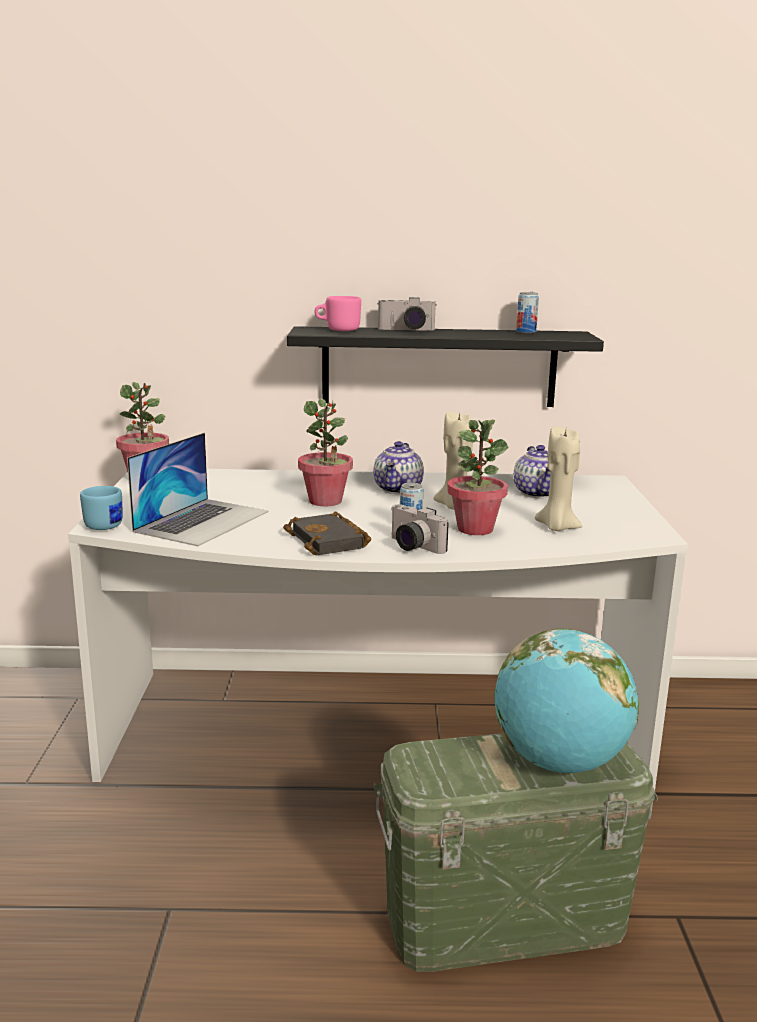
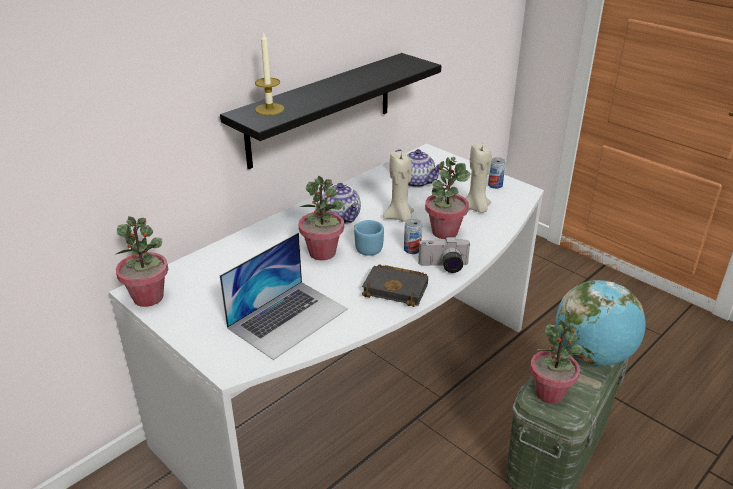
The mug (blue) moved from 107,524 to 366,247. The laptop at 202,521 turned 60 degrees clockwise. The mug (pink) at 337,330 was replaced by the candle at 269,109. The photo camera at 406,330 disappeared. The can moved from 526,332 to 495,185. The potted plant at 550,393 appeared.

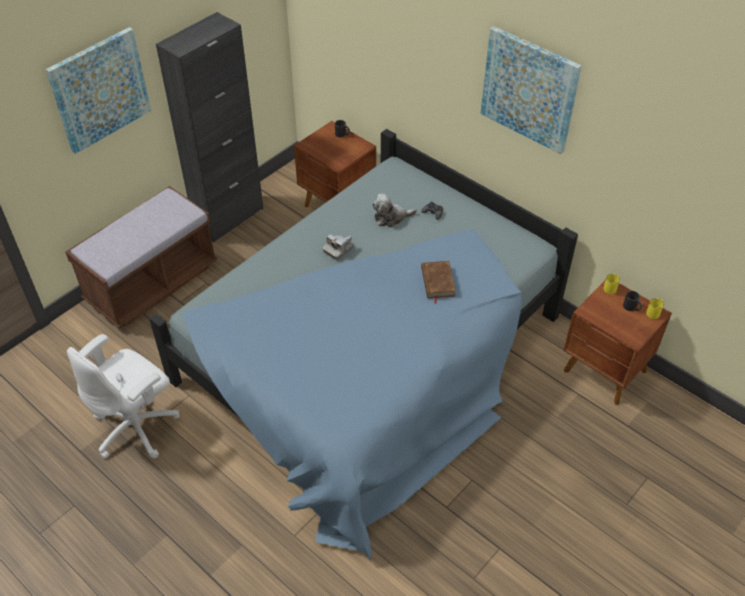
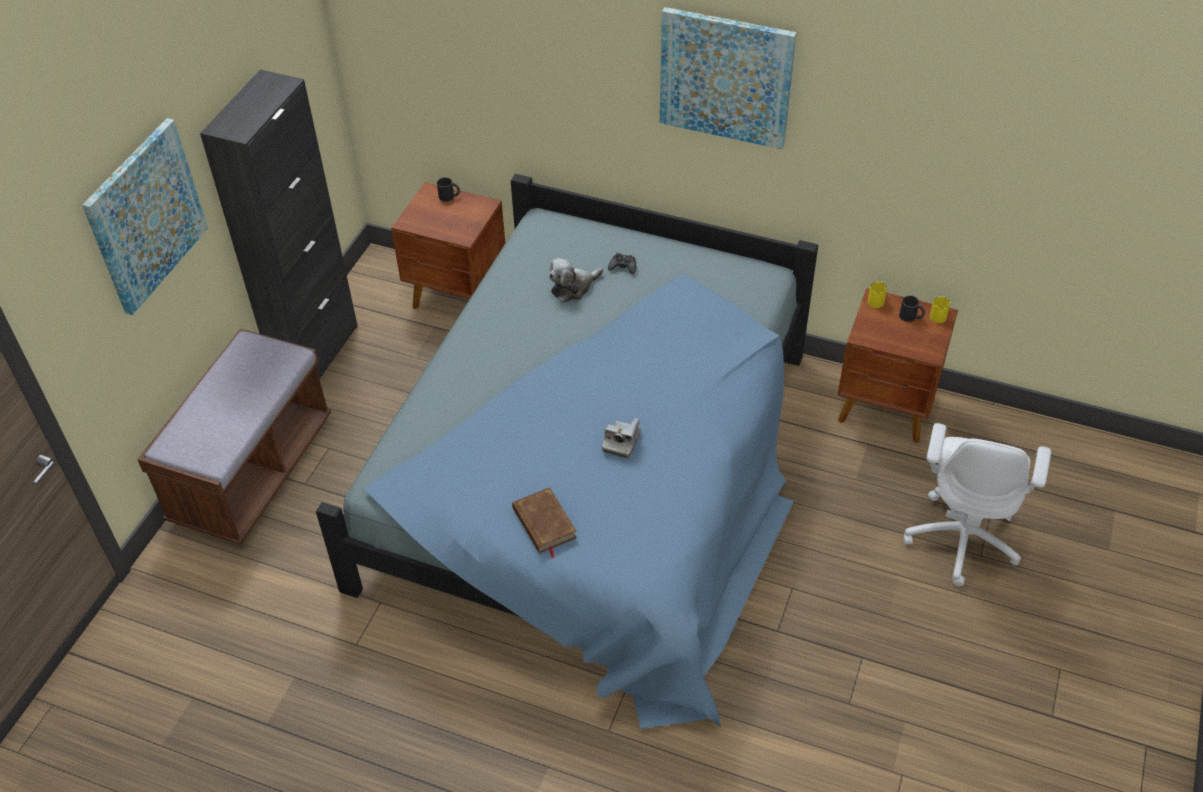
The office chair (white) moved from 137,426 to 962,537. The photo camera moved from 338,249 to 621,442. The book (brown) moved from 437,282 to 544,524.

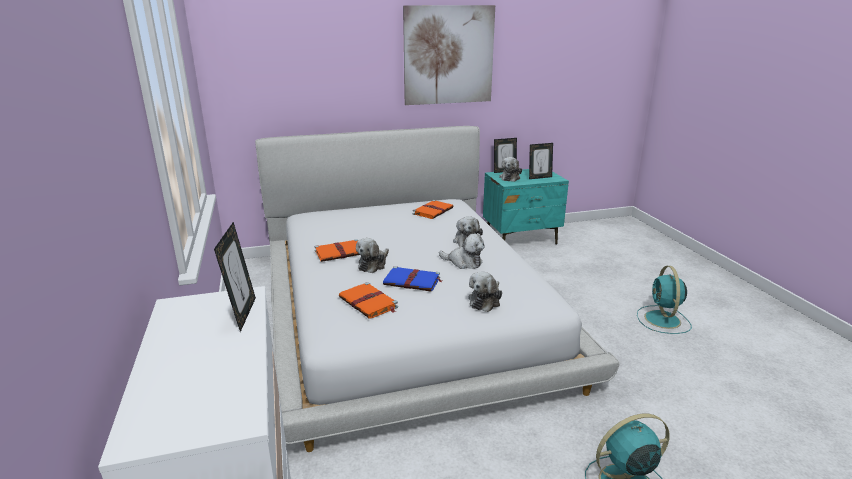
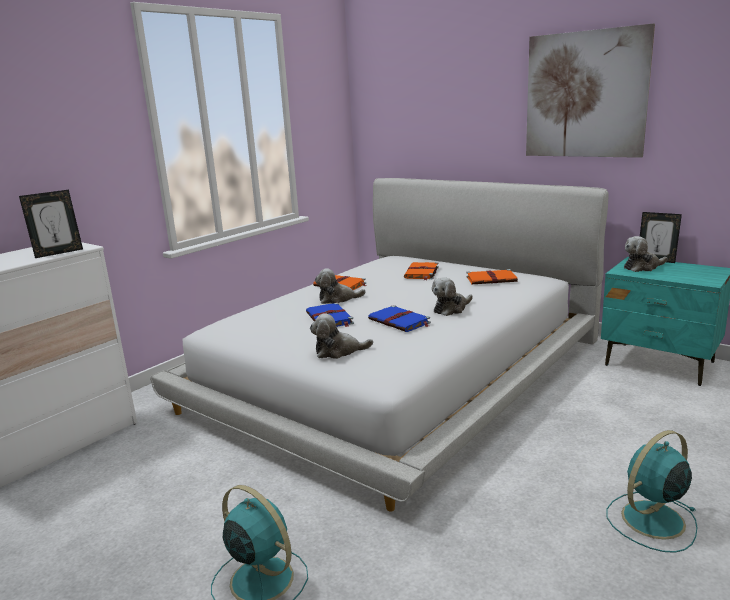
The book (orange) moved from 369,303 to 421,273. The plush toy at 463,262 was replaced by the book (blue) at 400,321. The picture frame at 539,177 disappeared.

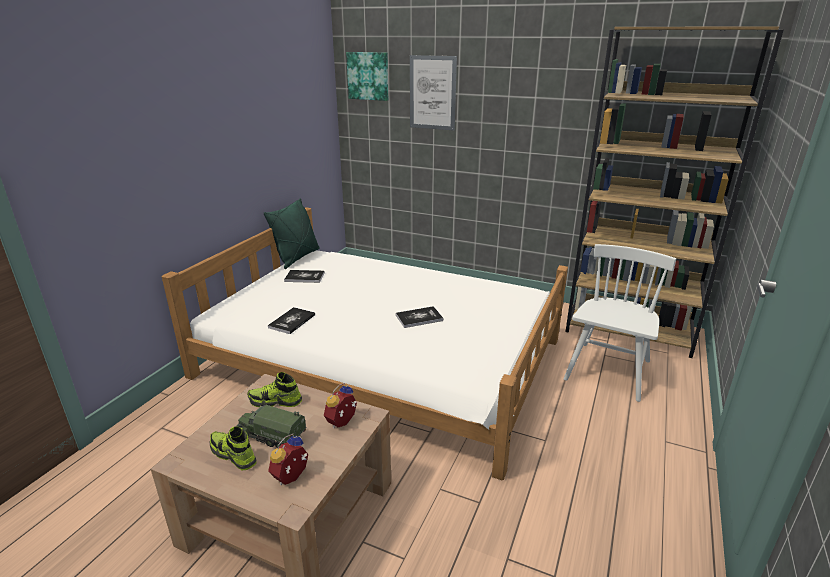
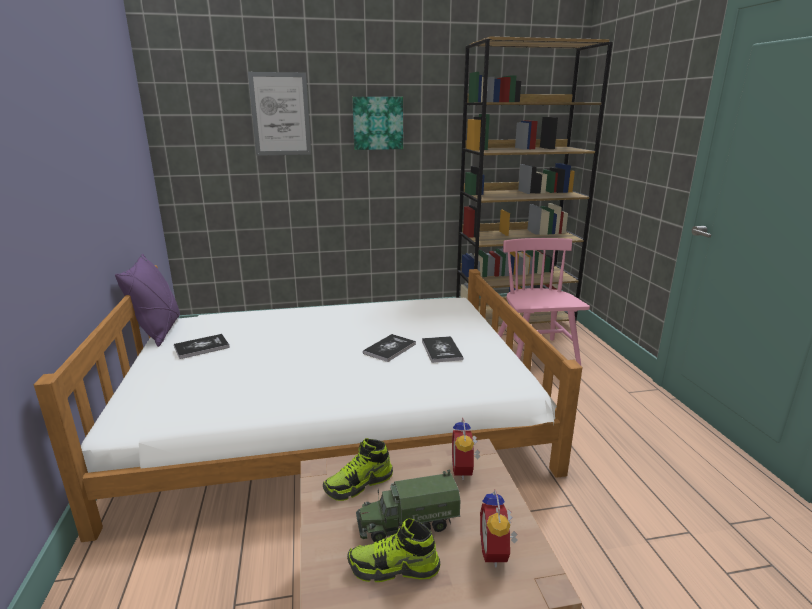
The pillow (green) at 297,258 became the pillow (purple) at 159,331. The book moved from 292,321 to 441,350. The picture moved from 368,76 to 377,123. The chair (white) at 608,371 became the chair (pink) at 535,356.

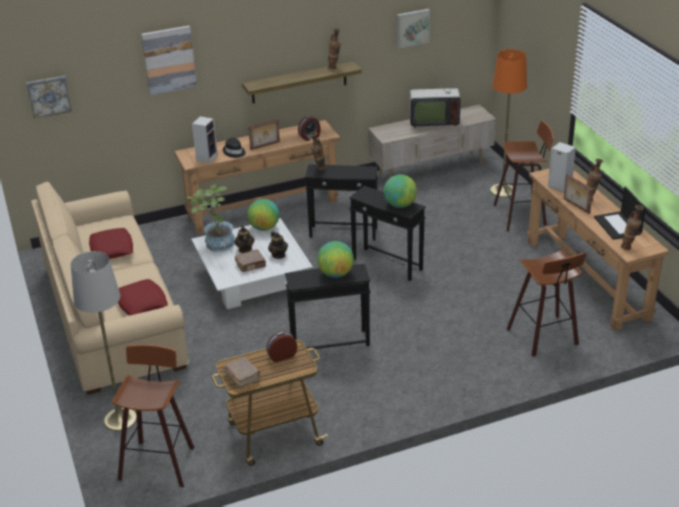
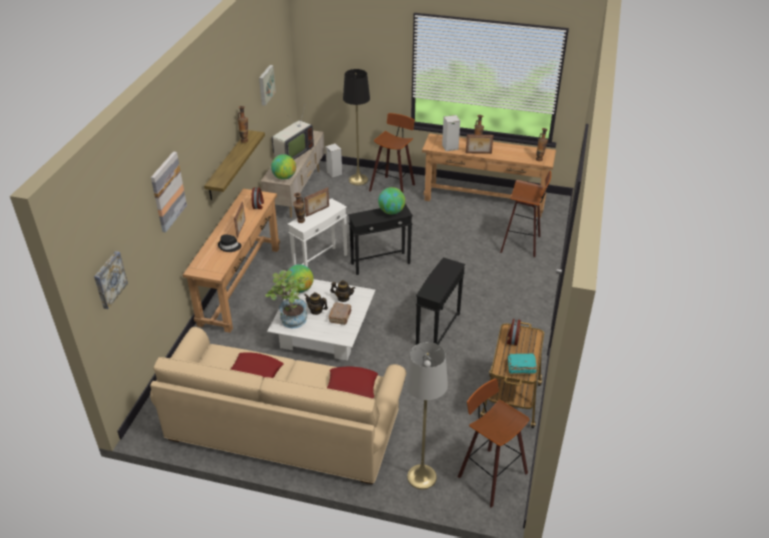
The speaker moved from 207,157 to 333,172. The book (brown) at 242,377 became the book (turquoise) at 520,367. The side table (black) at 343,233 became the side table (white) at 321,263. The globe moved from 336,274 to 284,177. The floor lamp (orange) at 502,190 became the floor lamp (black) at 358,180. The laptop at 618,226 disappeared. The picture frame at 317,211 appeared.

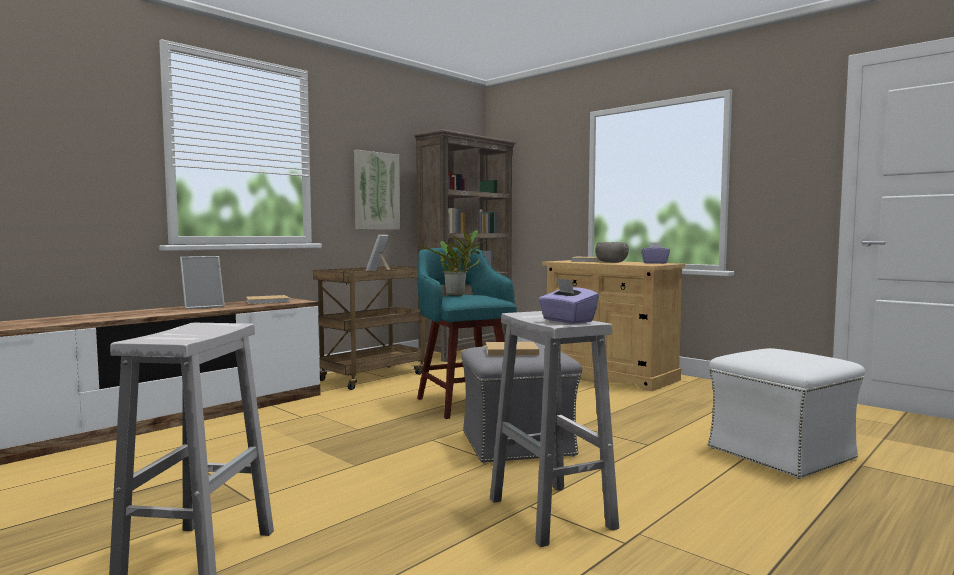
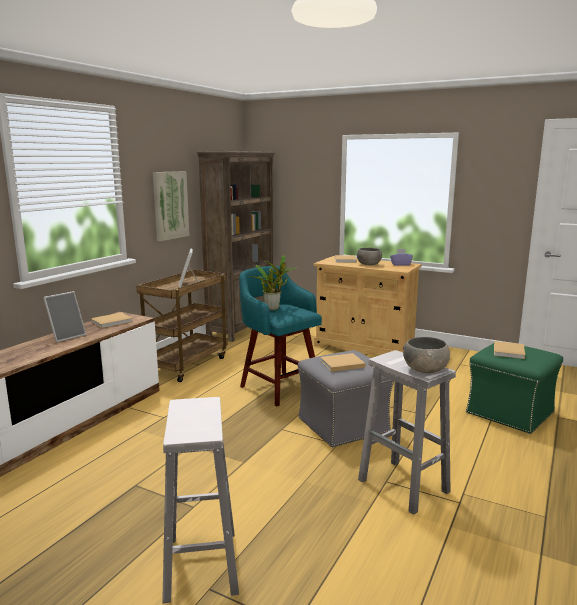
The tissue box (purple) at 567,321 was replaced by the bowl (grey) at 425,369. The ottoman (white) at 782,454 became the ottoman (green) at 510,413. The book (beige) at 508,352 appeared.

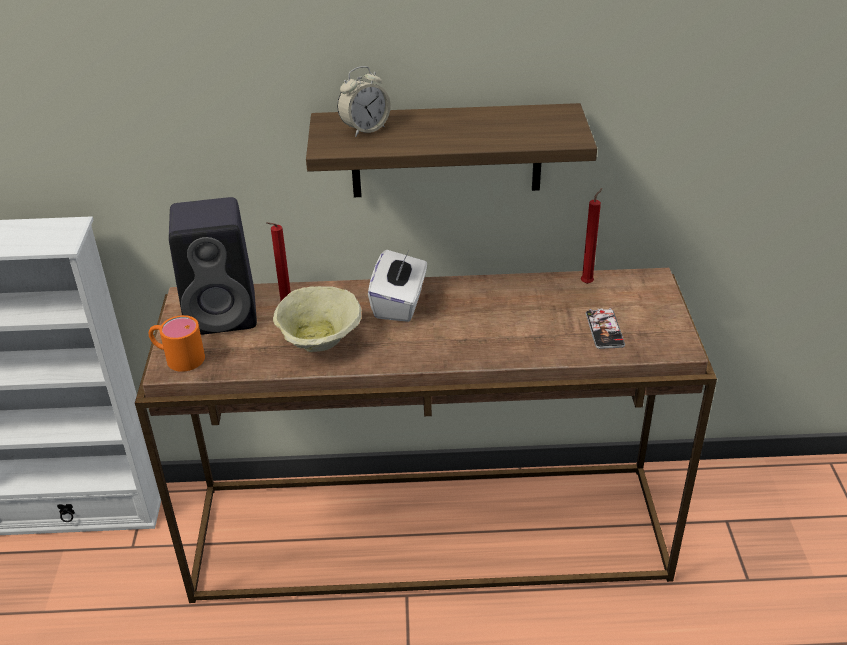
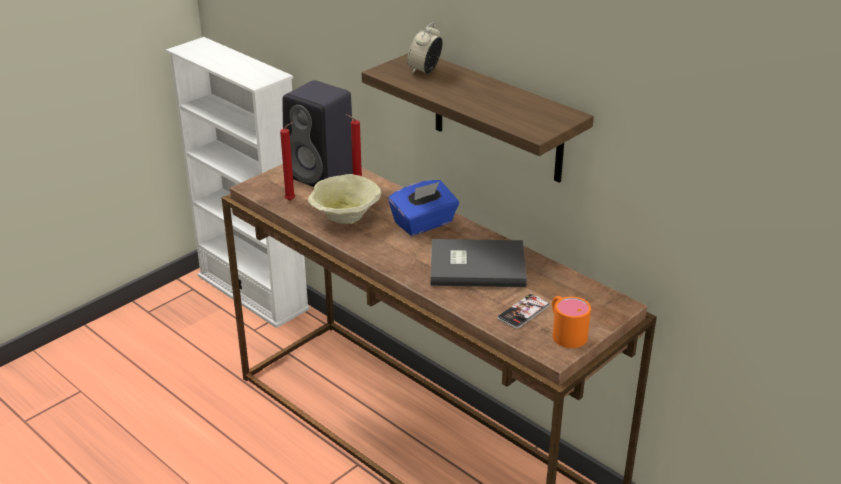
The mug (orange) moved from 177,357 to 565,332. The alarm clock at 365,129 turned 105 degrees clockwise. The tissue box (white) at 399,303 became the tissue box (blue) at 424,223. The candle (red) moved from 588,282 to 292,200. The book (grey) at 476,265 appeared.

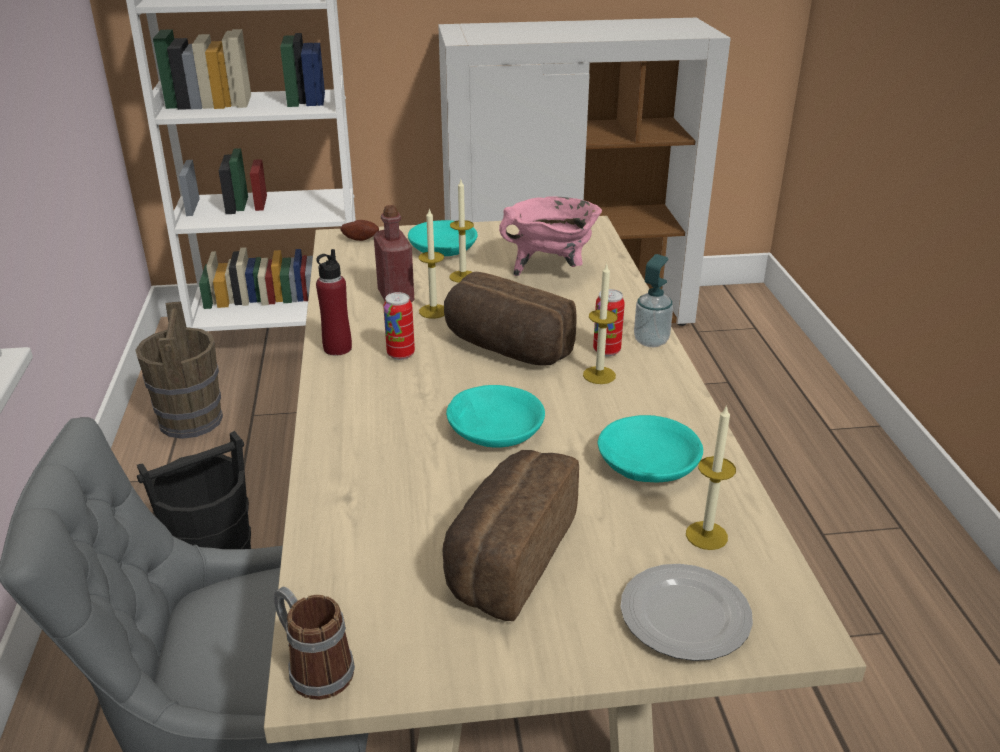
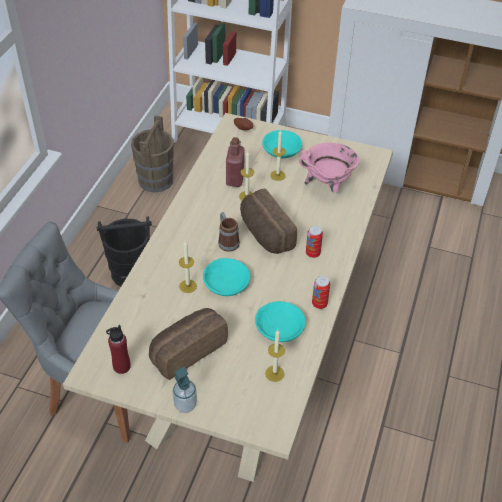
The mug moved from 313,667 to 227,241. The bottle (red) moved from 337,348 to 121,366. The can moved from 400,354 to 319,304. The candle moved from 599,375 to 188,286. The plate at 686,616 disappeared. The soap dispenser moved from 651,341 to 185,405.

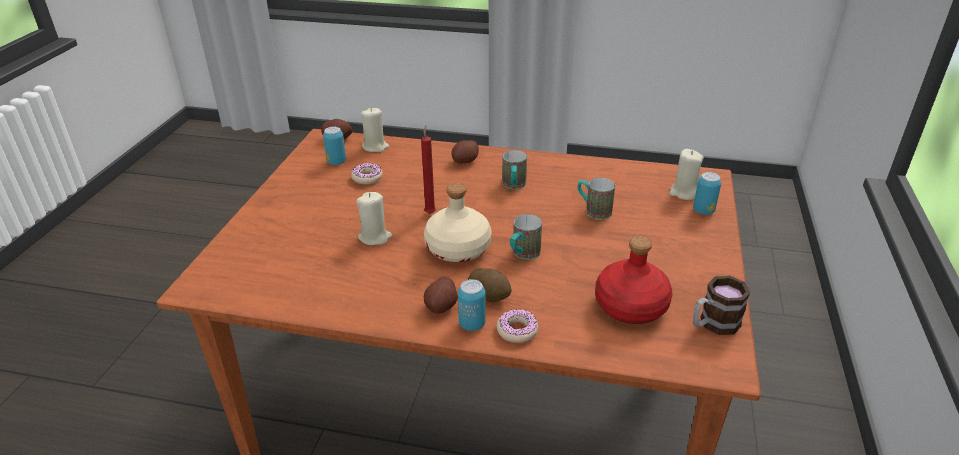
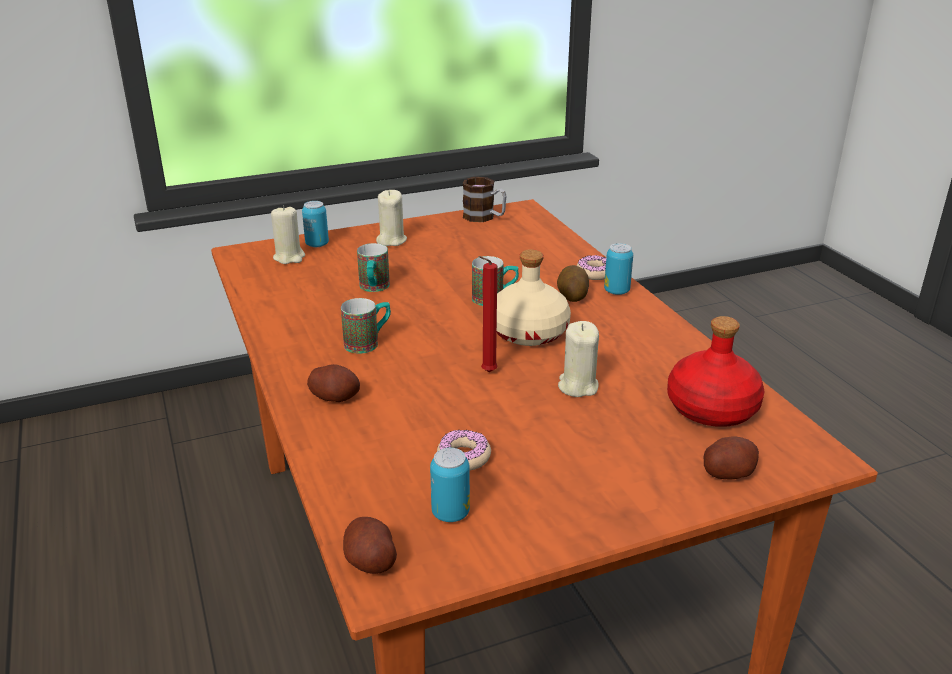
The candle (beige) moved from 375,147 to 391,240. The potato moved from 441,306 to 728,473. The bottle (red) moved from 630,306 to 712,409.

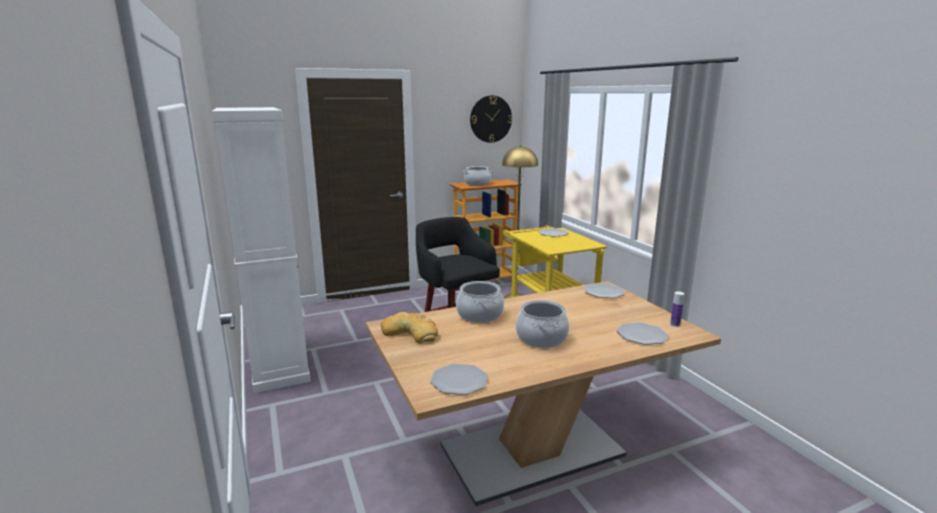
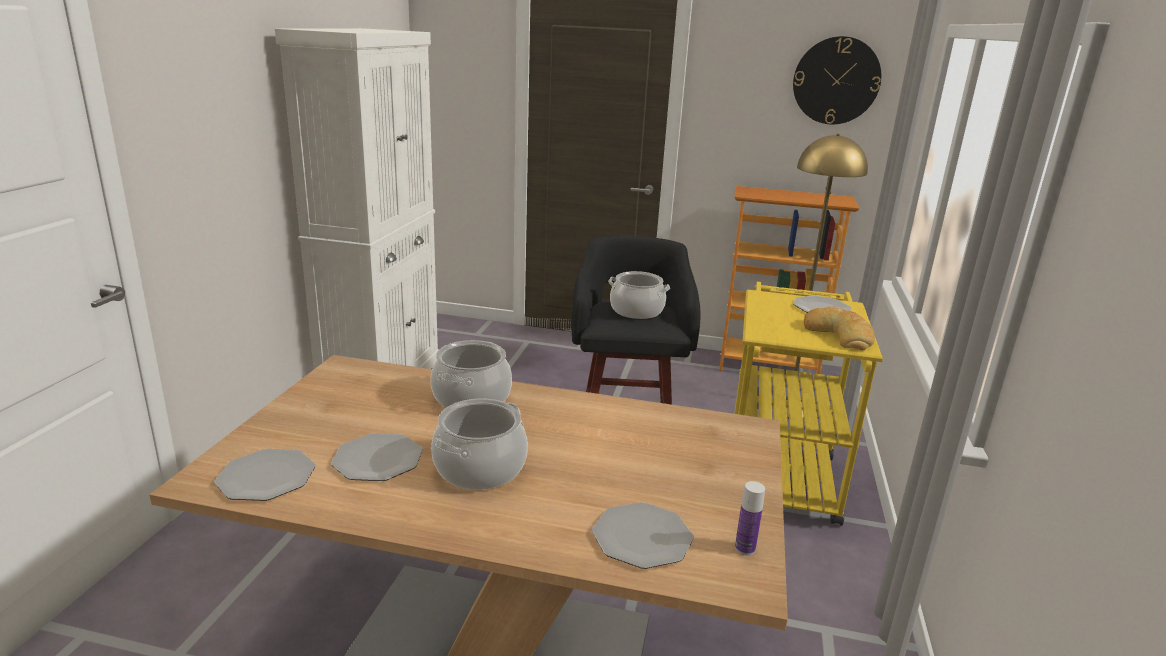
The bread moved from 410,332 to 839,334. The cooking pot moved from 477,184 to 637,310. The plate moved from 604,292 to 378,459.

